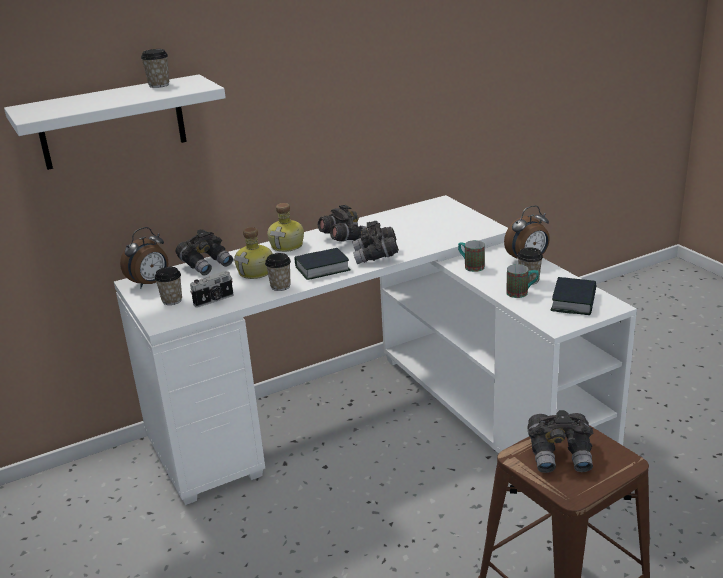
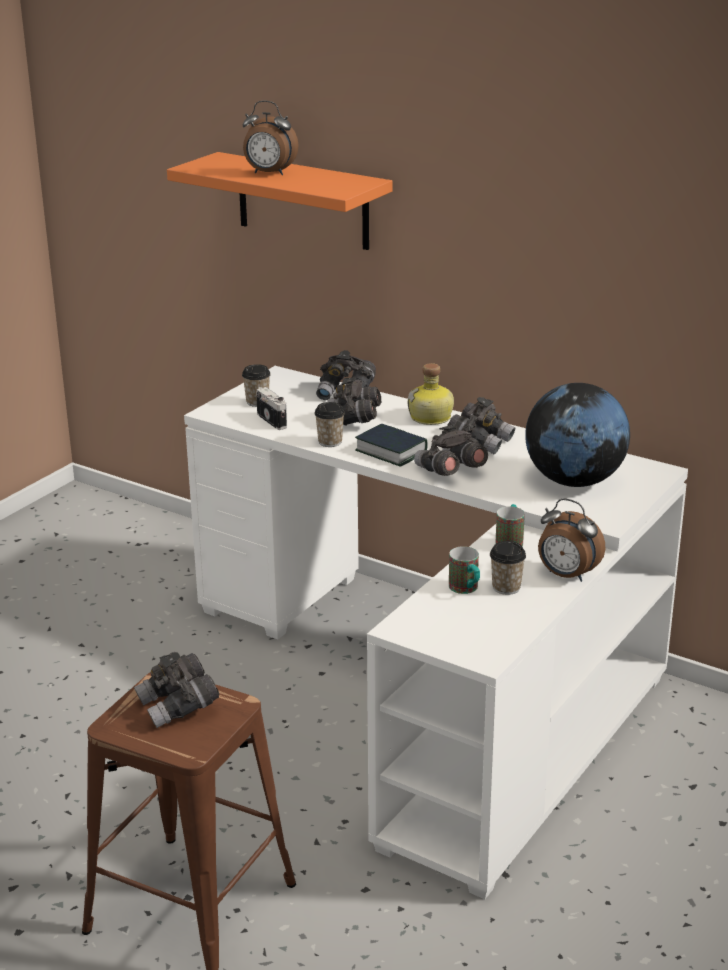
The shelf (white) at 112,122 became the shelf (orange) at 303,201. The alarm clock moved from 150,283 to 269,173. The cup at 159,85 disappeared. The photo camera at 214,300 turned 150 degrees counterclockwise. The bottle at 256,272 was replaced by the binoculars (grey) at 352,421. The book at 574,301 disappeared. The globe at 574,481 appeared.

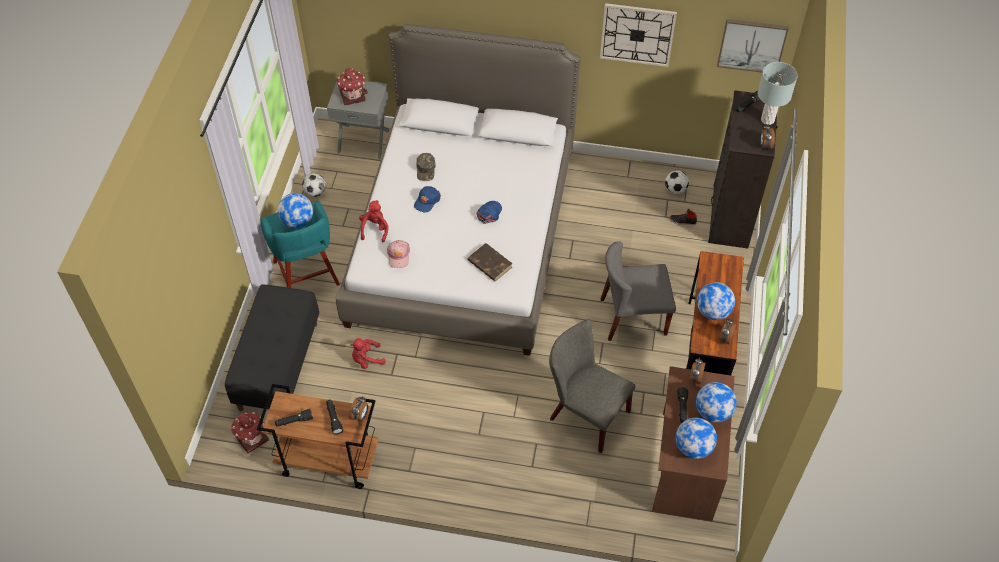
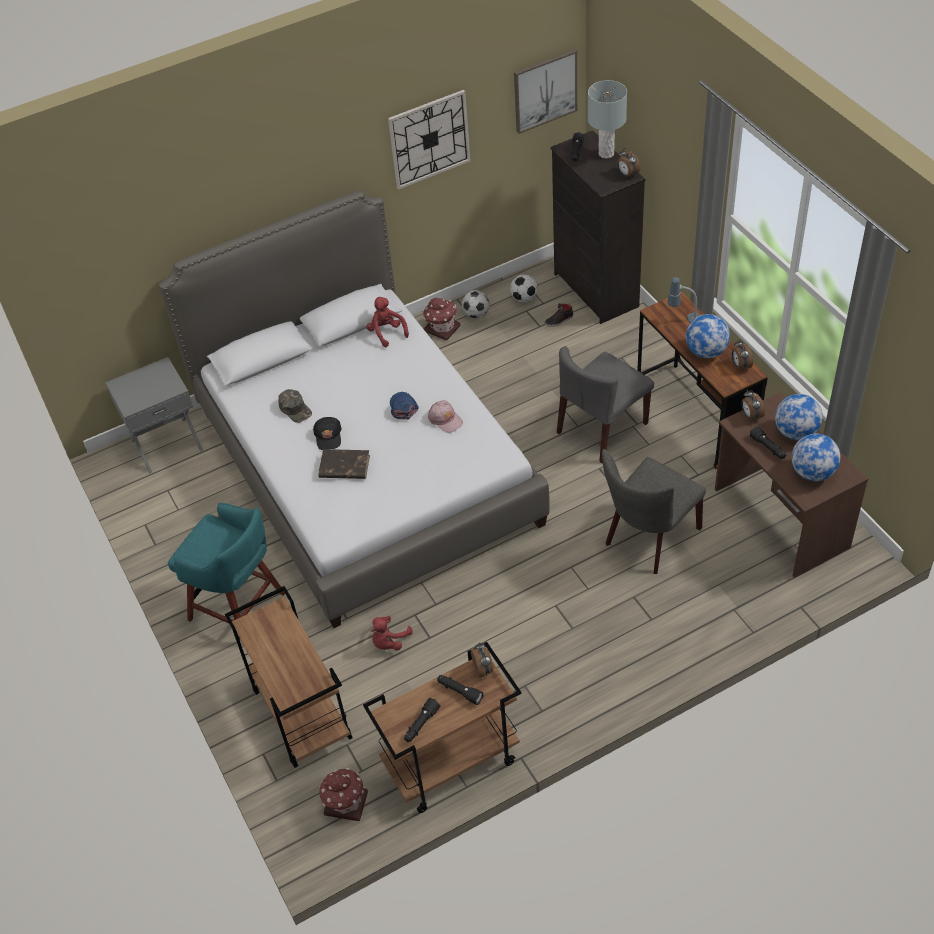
The bench (black) at 278,365 was replaced by the cart (brown) at 300,714. The globe at 297,222 disappeared. The football moved from 315,192 to 476,314. The toy house moved from 352,95 to 441,328. The plush toy (red) moved from 375,229 to 387,332. The cap (pink) moved from 398,256 to 445,419. The cap (blue) at 427,201 became the cap (black) at 328,436. The book (brown) moved from 489,263 to 344,467. The chair (grey) at 584,413 turned 45 degrees counterclockwise. The table lamp at 684,320 appeared.

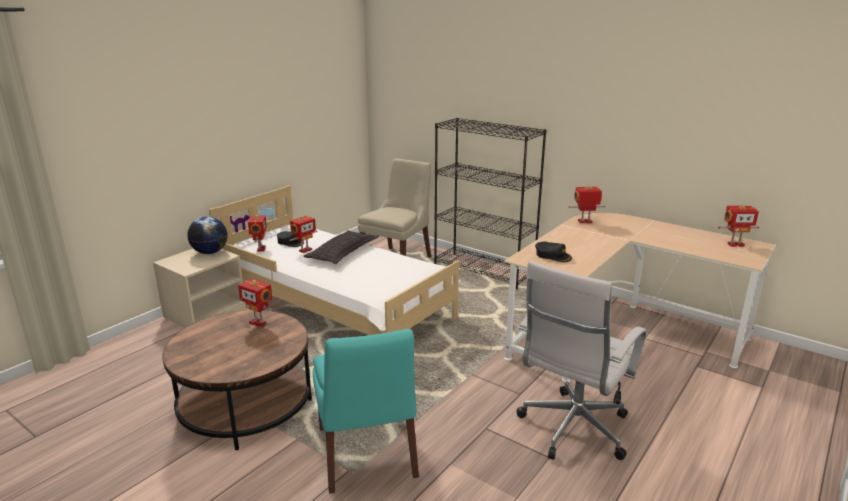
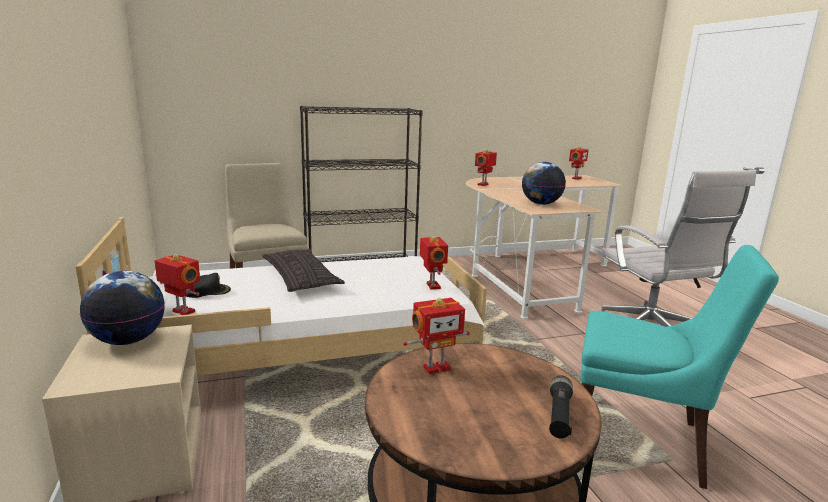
The toy robot moved from 305,250 to 432,286. The cap (black) at 553,255 was replaced by the globe at 541,204. The flashlight (black) at 559,415 appeared.

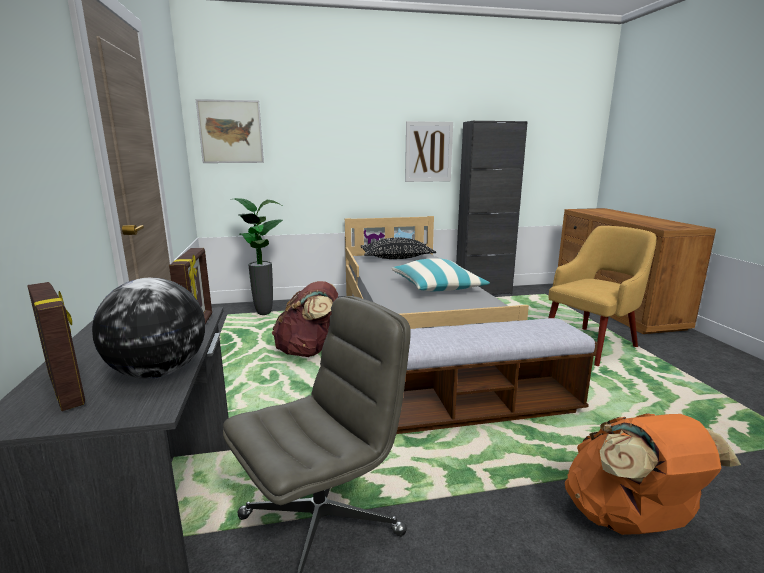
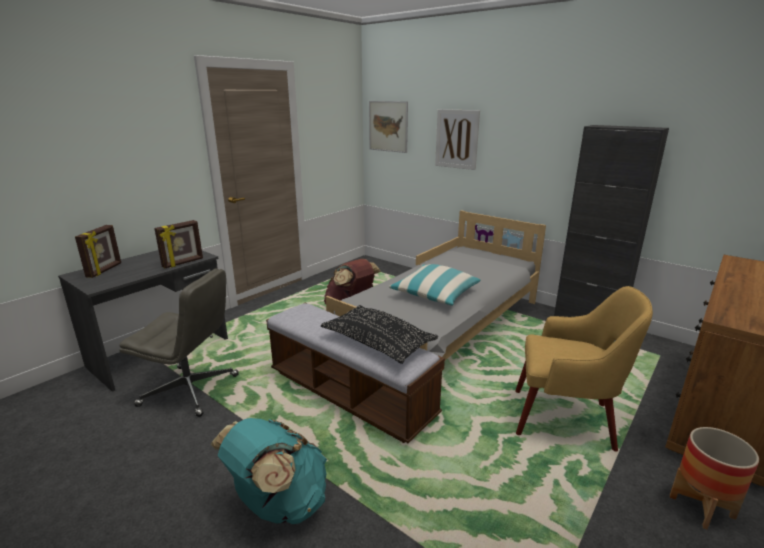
The globe at 159,372 disappeared. The potted plant at 263,313 disappeared. The pillow (black) moved from 397,258 to 378,343. The picture moved from 428,152 to 457,139. The backpack (orange) at 629,520 became the backpack (turquoise) at 278,504. The planter at 702,507 appeared.

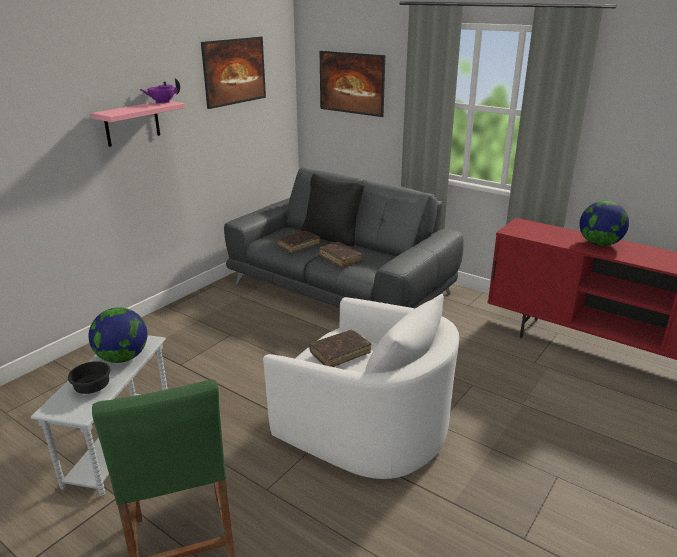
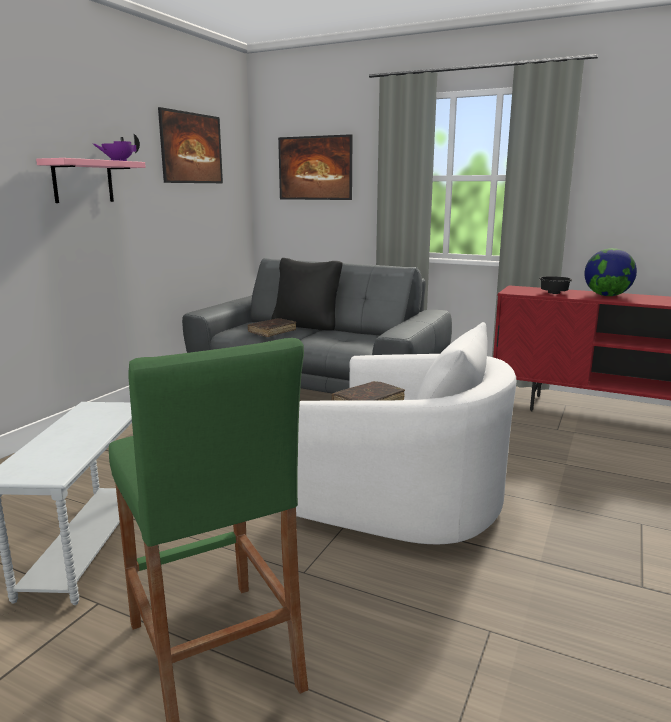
The bowl (black) moved from 91,388 to 552,293. The globe at 123,358 disappeared. The book (brown) at 340,258 disappeared.

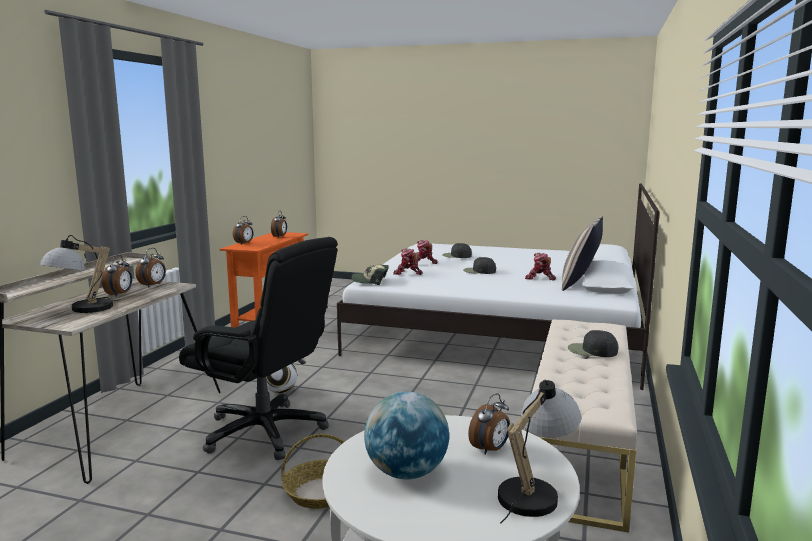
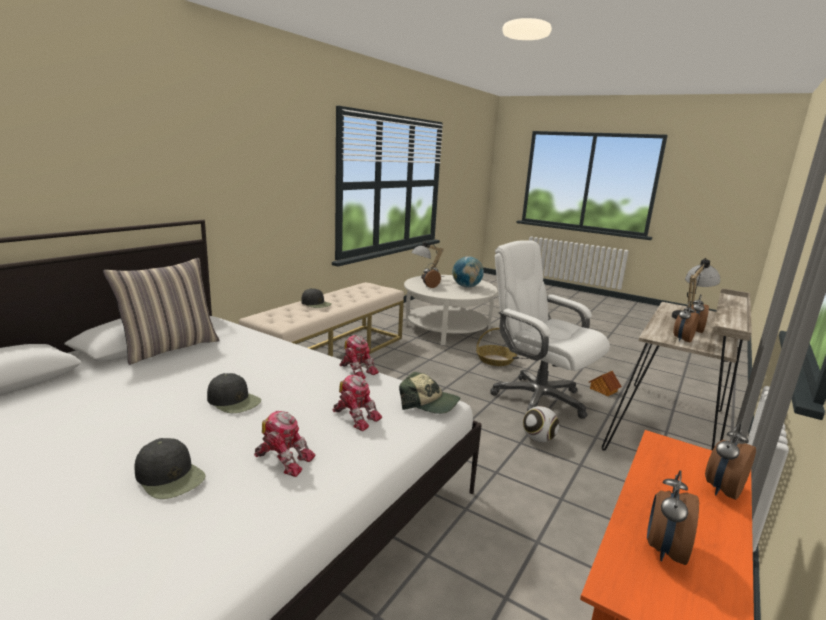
The office chair (black) at 265,432 became the office chair (white) at 538,399. The toy robot moved from 539,278 to 357,370. The toy house at 603,390 appeared.

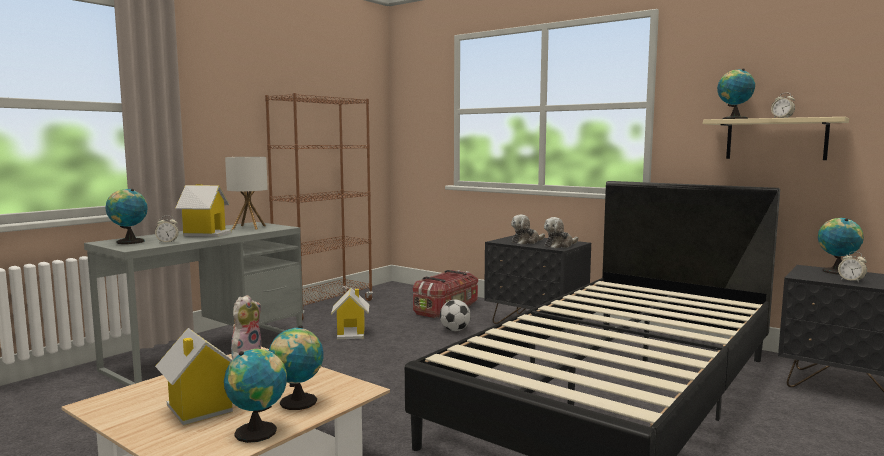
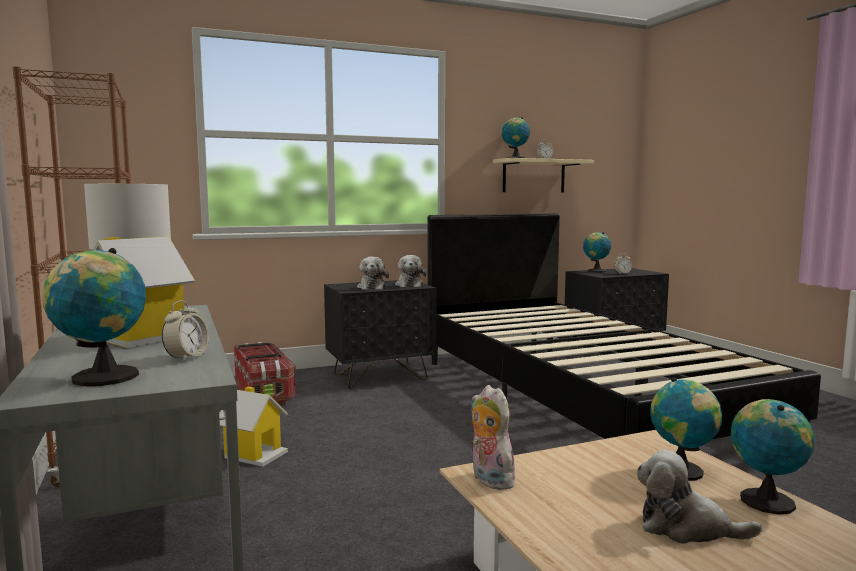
The toy house at 199,410 was replaced by the plush toy at 686,528. The football at 455,330 disappeared.

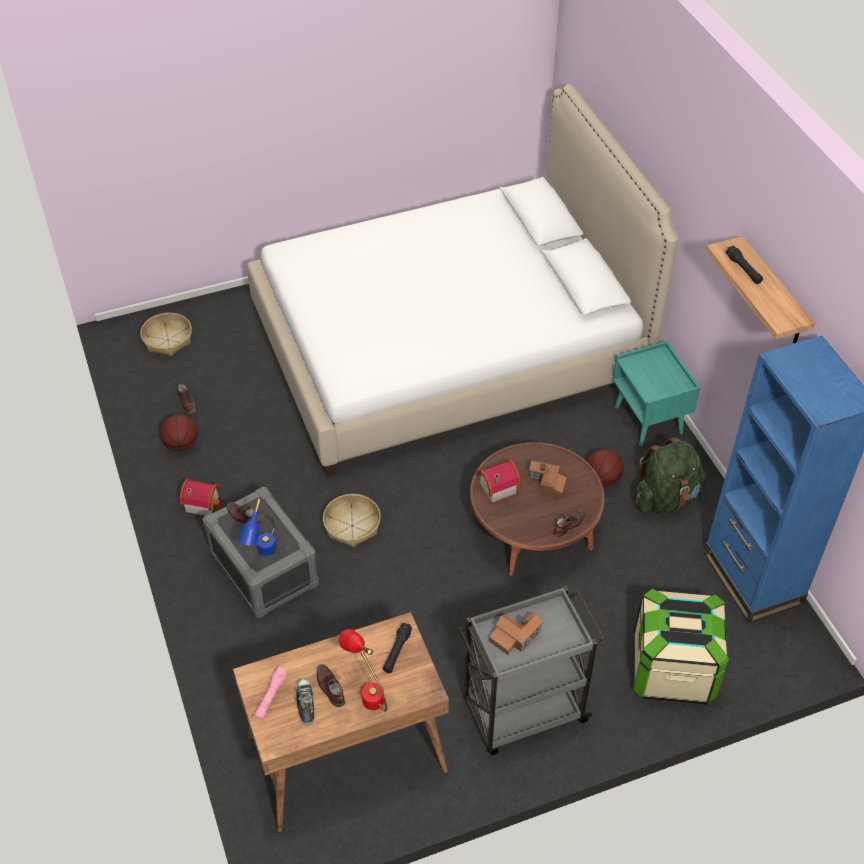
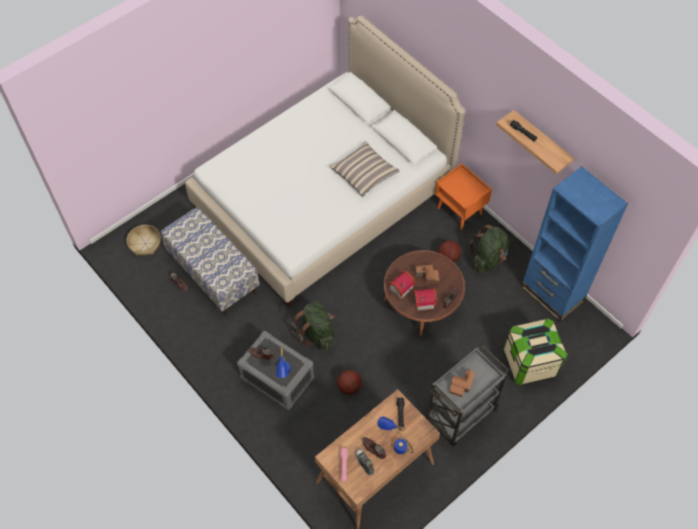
The basketball moved from 181,444 to 349,387. The toy house moved from 202,502 to 423,301. The basket at 352,526 was replaced by the backpack (green) at 317,333. The table lamp (red) at 367,692 became the table lamp (blue) at 394,444. The nightstand (turquoise) at 649,420 became the nightstand (orange) at 460,211. The bench at 214,273 appeared. The pillow at 364,173 appeared.

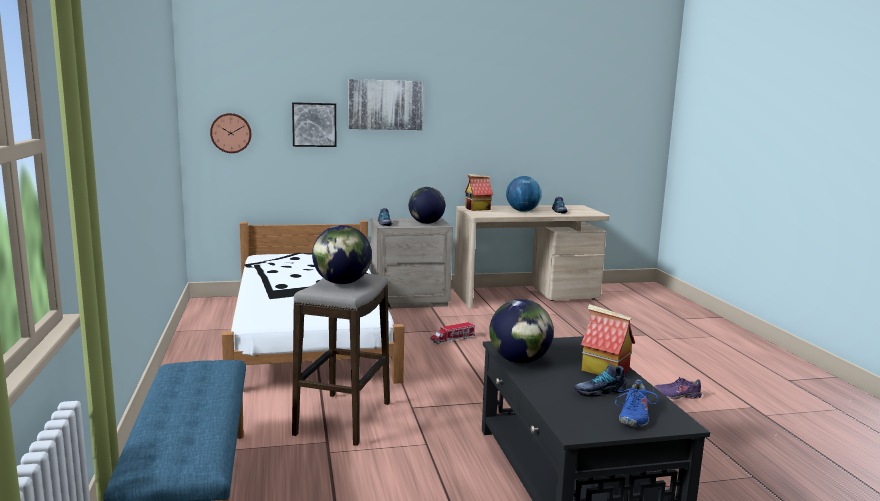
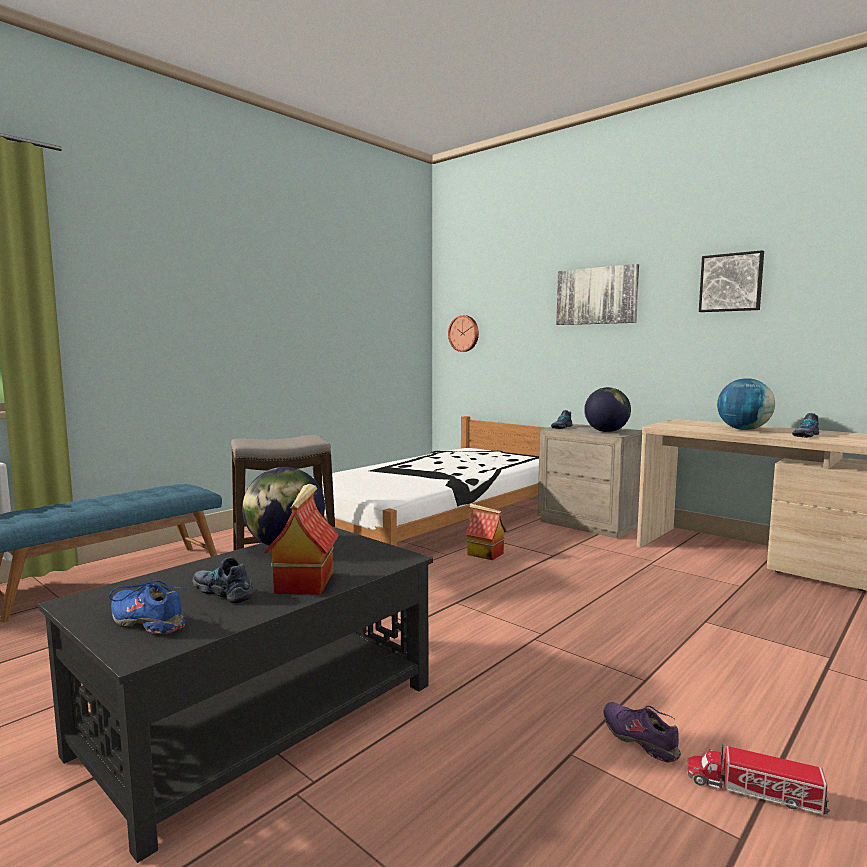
The picture moved from 314,124 to 731,282. The globe at 341,283 disappeared. The toy truck moved from 452,339 to 754,791. The toy house moved from 477,209 to 484,554. The shoe (blue) at 633,416 turned 45 degrees clockwise.

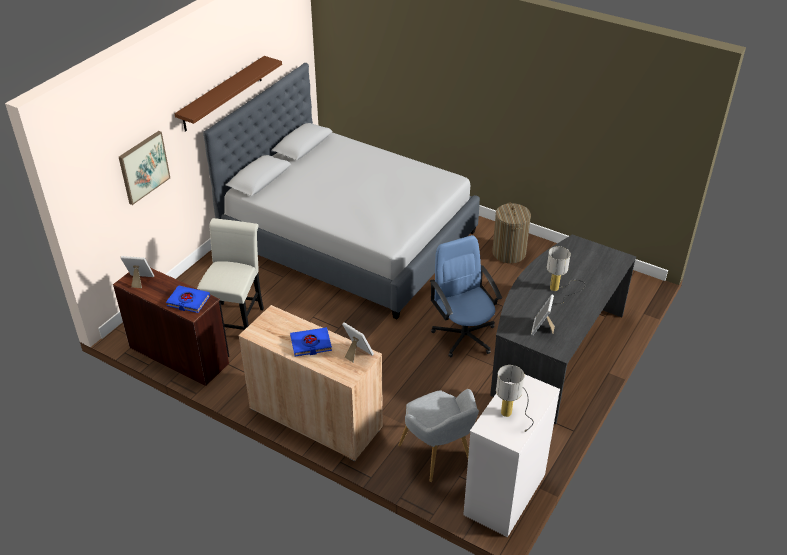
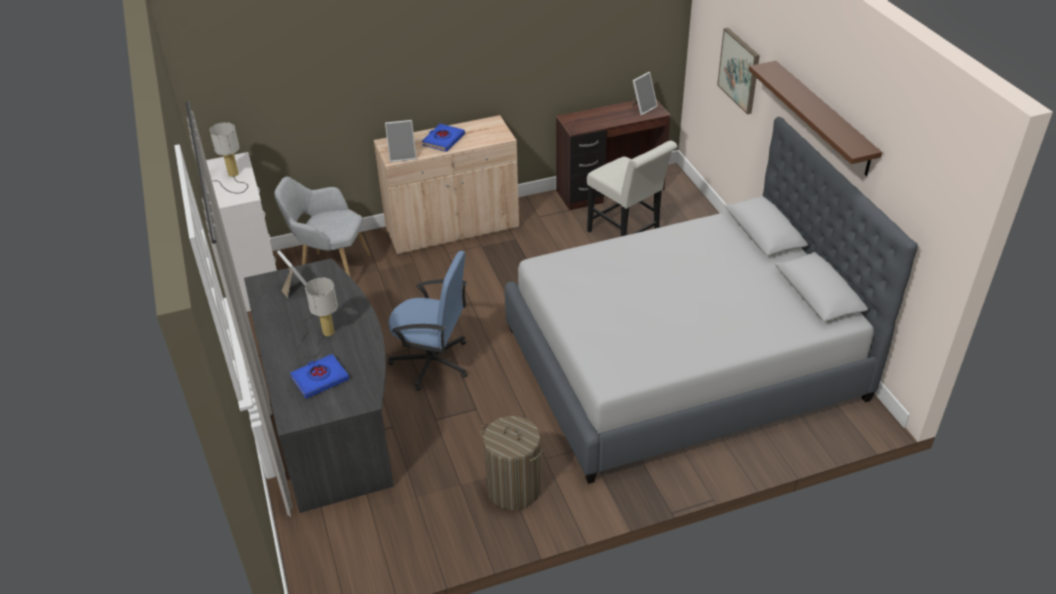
The book (blue) moved from 188,301 to 320,379.

